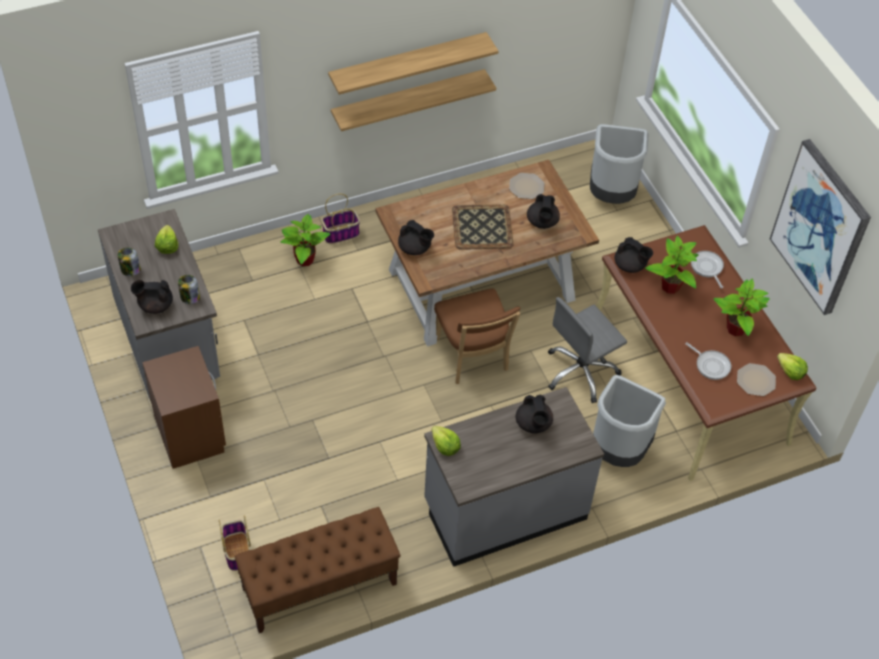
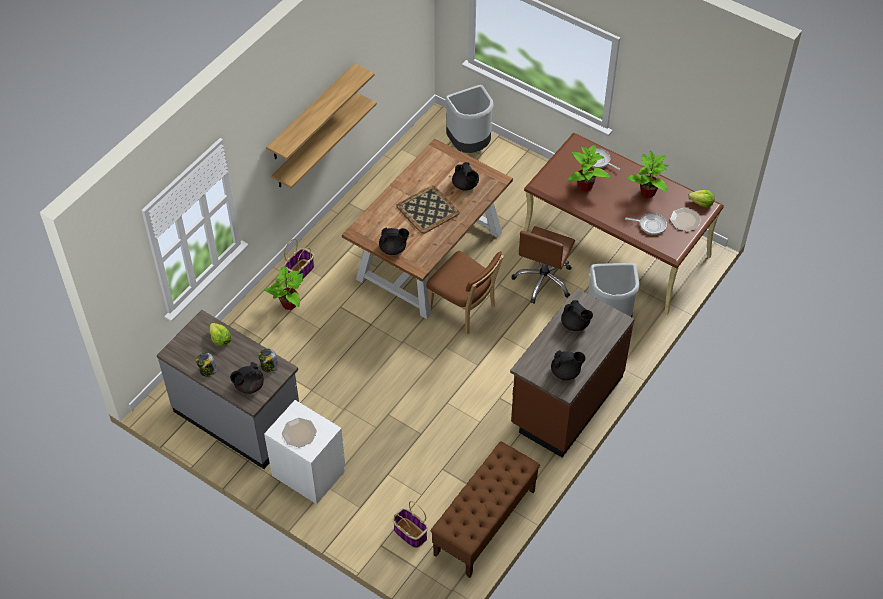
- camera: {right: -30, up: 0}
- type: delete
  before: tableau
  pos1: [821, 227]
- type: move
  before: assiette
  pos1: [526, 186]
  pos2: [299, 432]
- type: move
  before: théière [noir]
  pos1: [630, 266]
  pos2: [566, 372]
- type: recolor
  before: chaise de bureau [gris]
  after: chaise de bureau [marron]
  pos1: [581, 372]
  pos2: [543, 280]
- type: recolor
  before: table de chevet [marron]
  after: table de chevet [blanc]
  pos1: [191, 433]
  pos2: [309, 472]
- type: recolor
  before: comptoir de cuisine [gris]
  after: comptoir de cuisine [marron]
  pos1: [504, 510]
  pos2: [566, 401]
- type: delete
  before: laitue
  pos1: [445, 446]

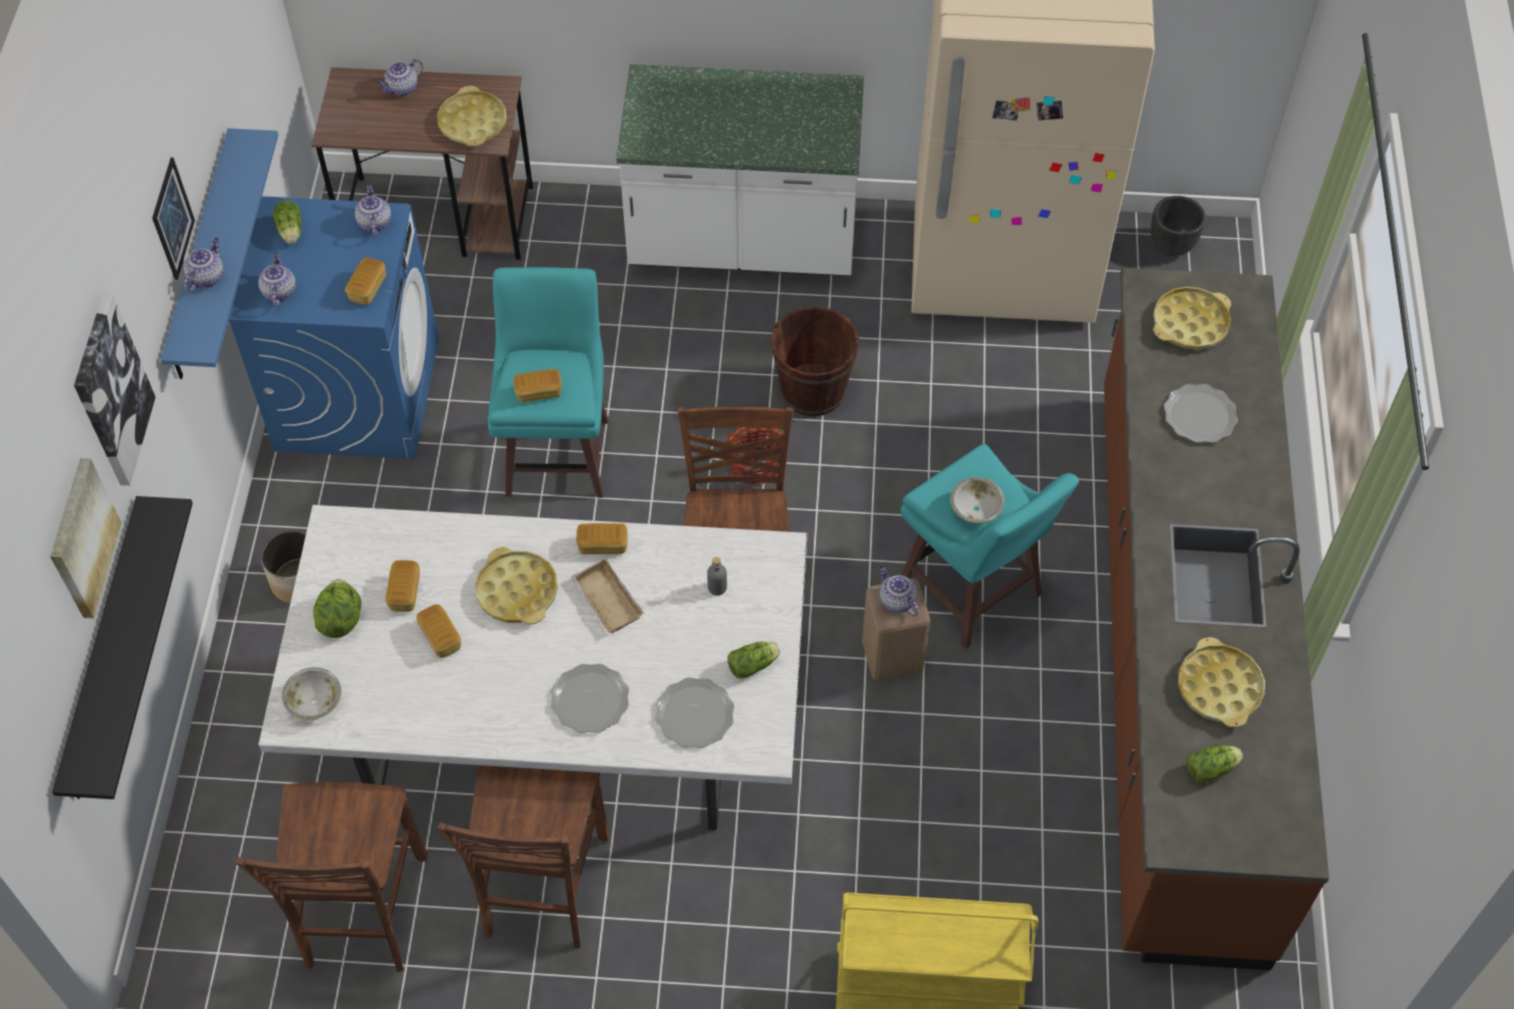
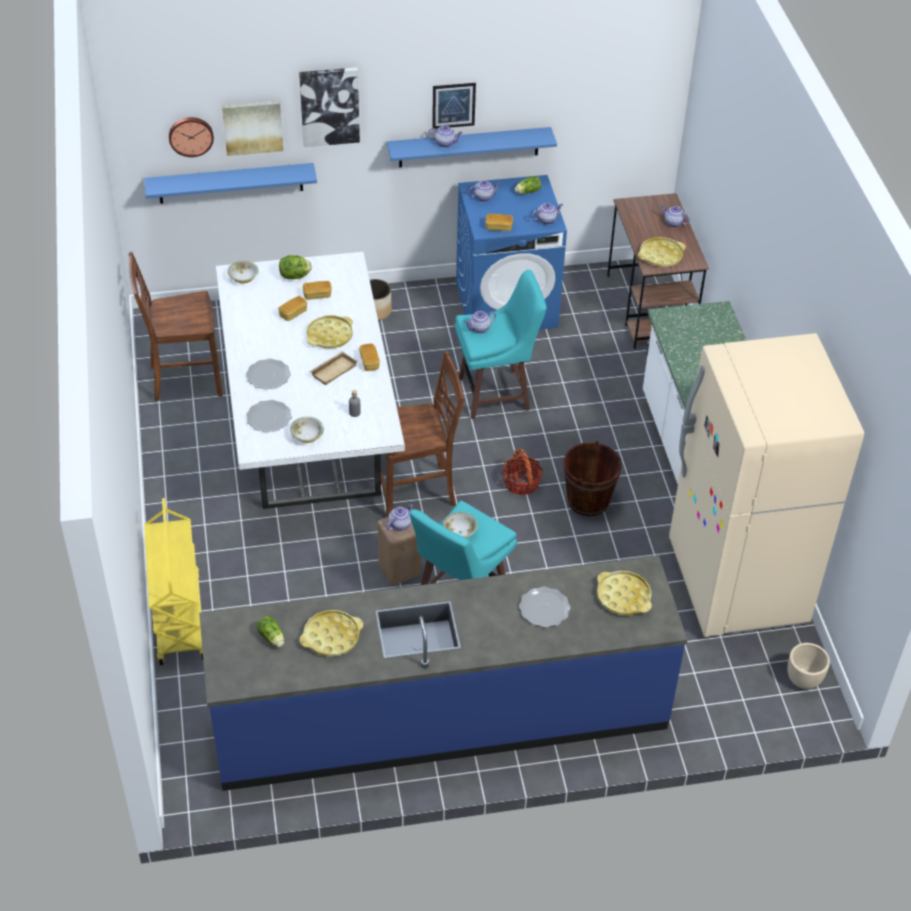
- camera: {right: 75, up: -10}
- type: recolor
  before: cache-pot [noir]
  after: cache-pot [beige]
  pos1: [1171, 245]
  pos2: [804, 680]
- type: recolor
  before: comptoir de cuisine [marron]
  after: comptoir de cuisine [bleu]
  pos1: [1174, 658]
  pos2: [440, 717]
- type: replace
  before: pain
  after: théière
  pos1: [539, 392]
  pos2: [479, 329]
- type: recolor
  before: étagère [noir]
  after: étagère [bleu]
  pos1: [104, 653]
  pos2: [230, 183]
- type: replace
  before: laitue
  after: bol
  pos1: [754, 664]
  pos2: [307, 436]
- type: delete
  before: chaise [marron]
  pos1: [542, 888]
- type: insert
  after: horloge murale
  pos2: [191, 135]

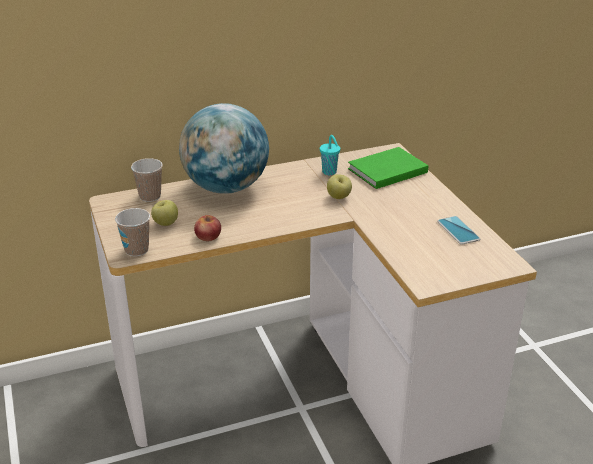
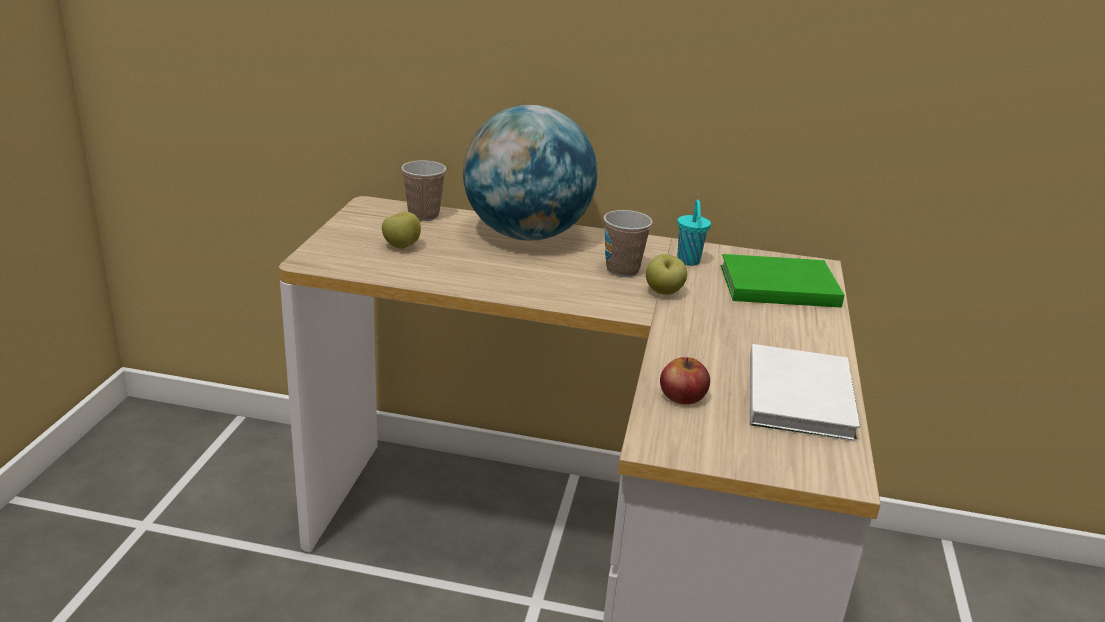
- camera: {right: 30, up: -5}
- type: move
  before: tasse
  pos1: [136, 250]
  pos2: [622, 270]
- type: move
  before: pomme
  pos1: [208, 236]
  pos2: [682, 396]
- type: replace
  before: téléphone
  after: livre [blanc]
  pos1: [458, 231]
  pos2: [801, 395]

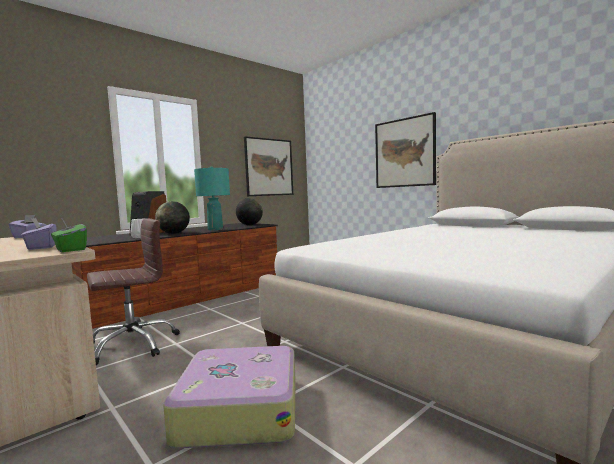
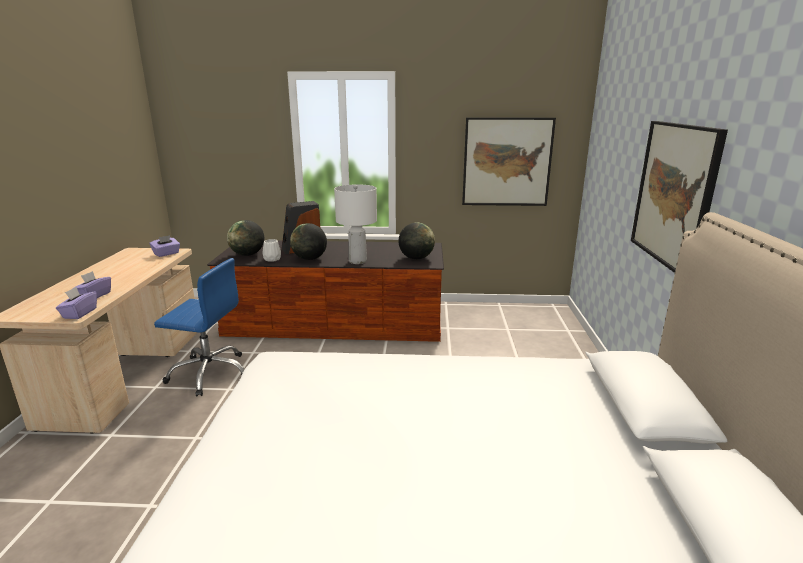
- camera: {right: 45, up: 15}
- type: recolor
  before: lampe de table [turquoise]
  after: lampe de table [blanc]
  pos1: [215, 229]
  pos2: [358, 261]
- type: recolor
  before: chaise de bureau [marron]
  after: chaise de bureau [bleu]
  pos1: [132, 345]
  pos2: [210, 373]
- type: recolor
  before: boîte à mouchoirs [vert]
  after: boîte à mouchoirs [violet]
  pos1: [70, 250]
  pos2: [79, 313]
- type: delete
  before: valise
  pos1: [239, 409]
- type: insert
  after: globe
  pos2: [247, 255]

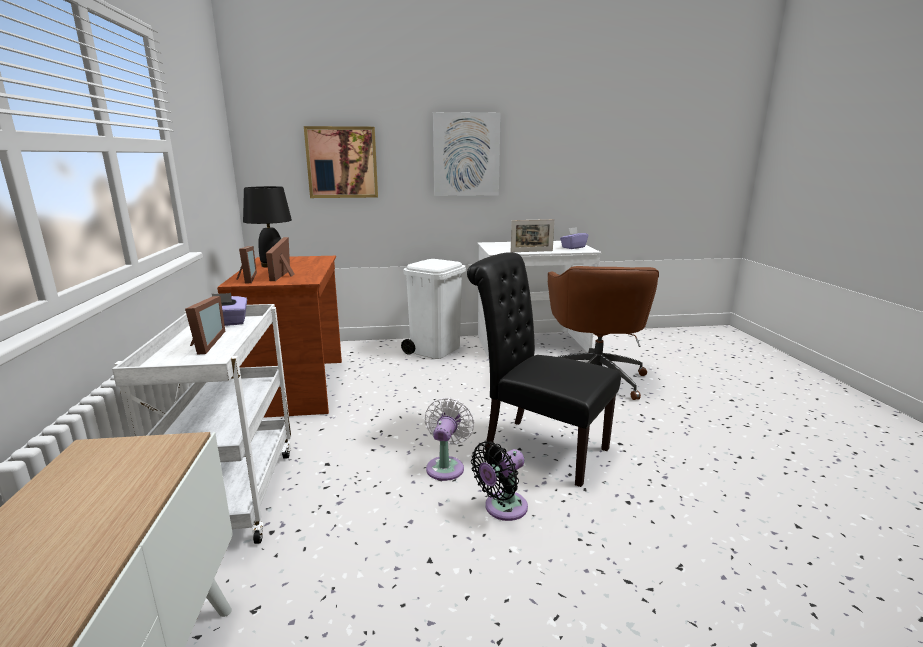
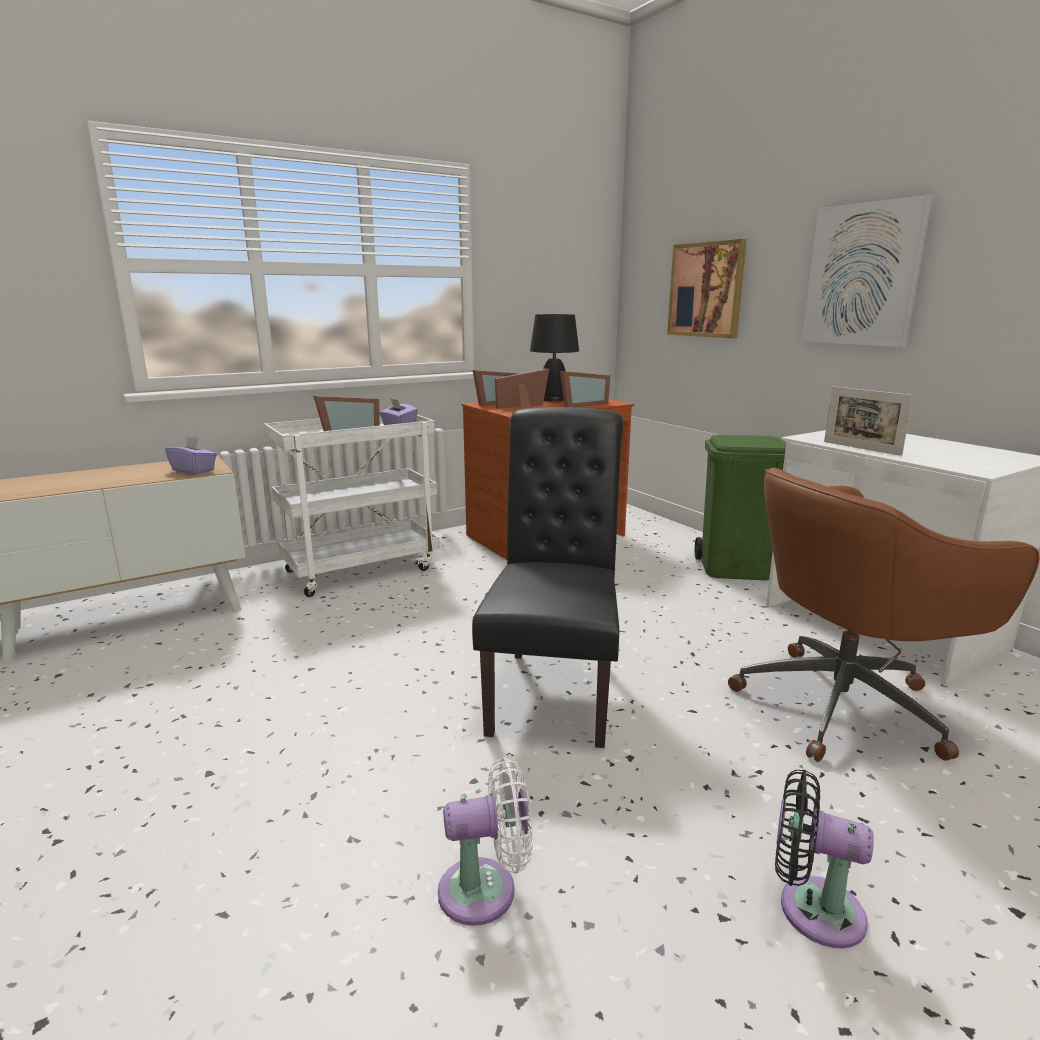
- camera: {right: 65, up: 0}
- type: move
  before: boîte à mouchoirs [violet]
  pos1: [573, 247]
  pos2: [194, 470]
- type: recolor
  before: poubelle [blanc]
  after: poubelle [vert]
  pos1: [435, 350]
  pos2: [736, 569]
- type: move
  before: ventilateur [blanc]
  pos1: [446, 466]
  pos2: [486, 890]
- type: move
  before: ventilateur [noir]
  pos1: [502, 508]
  pos2: [811, 908]
- type: insert
  after: cadre photo
  pos2: [581, 405]

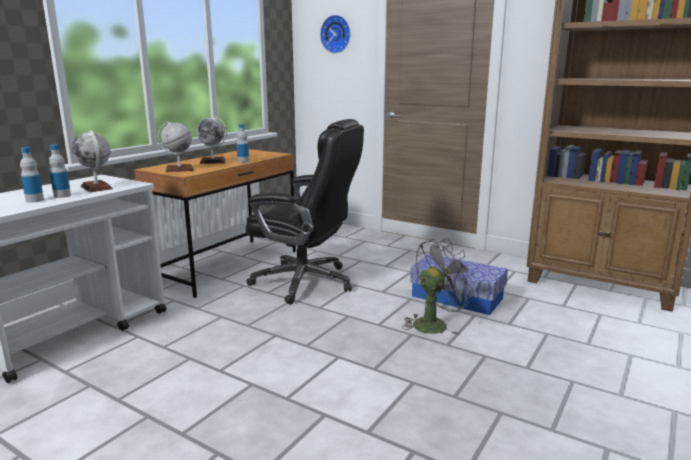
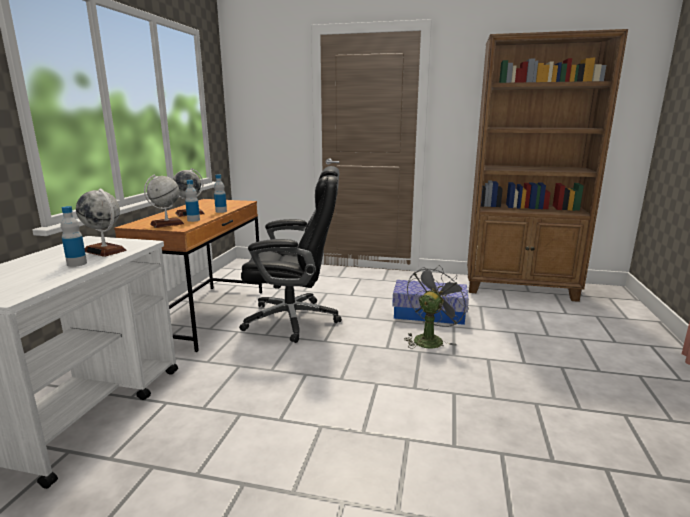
- camera: {right: -20, up: 0}
- type: delete
  before: horloge murale
  pos1: [336, 34]
- type: move
  before: bouteille
  pos1: [35, 200]
  pos2: [193, 220]

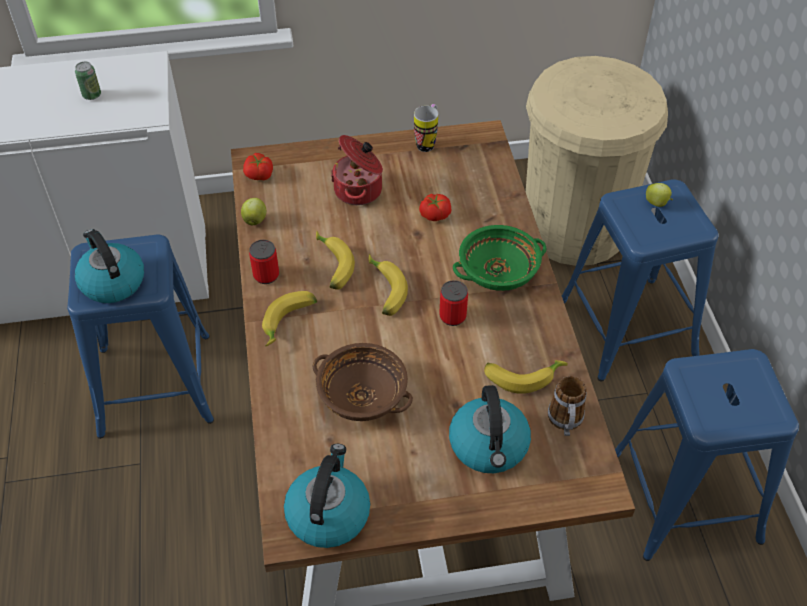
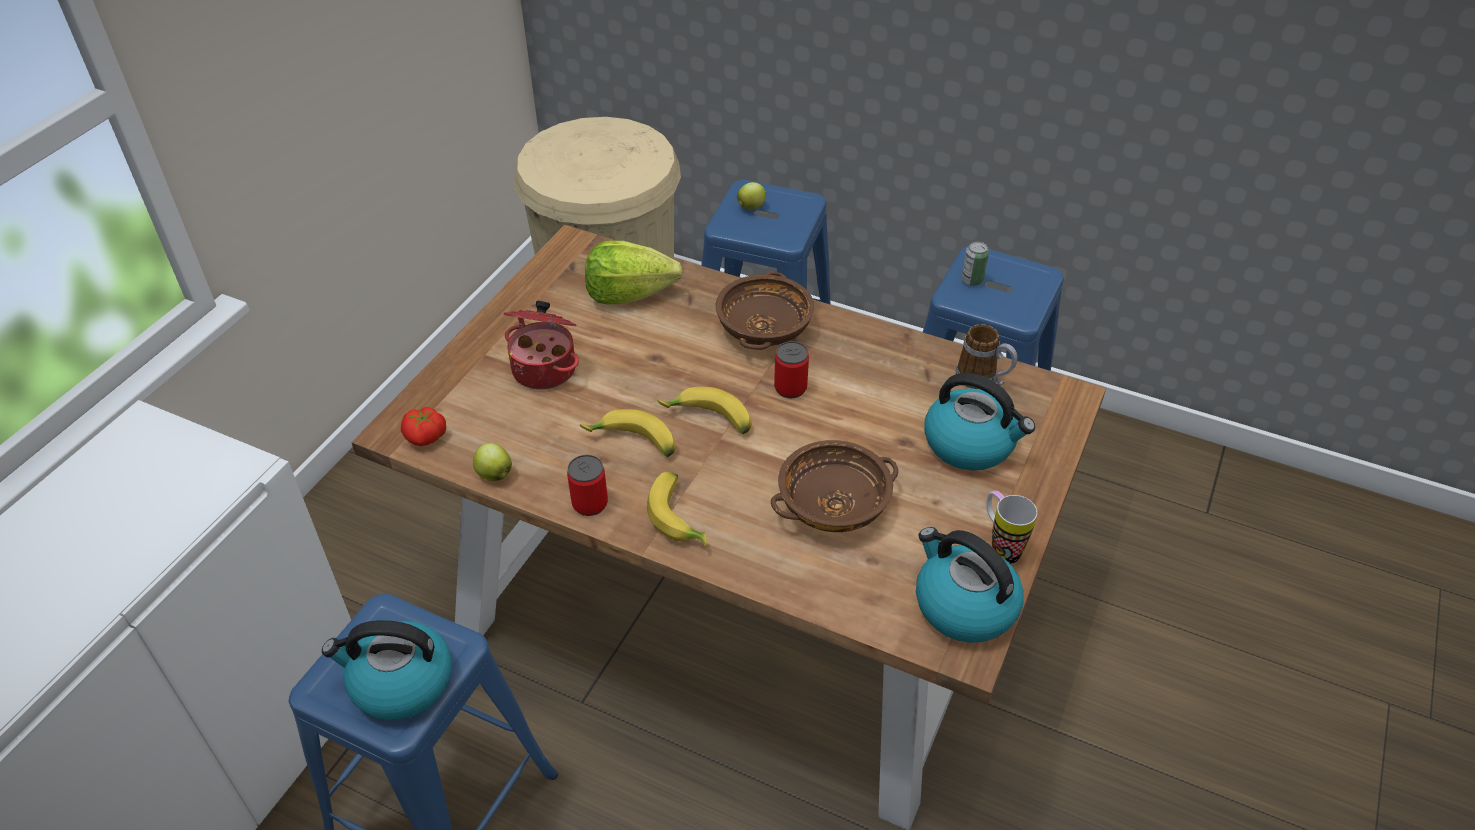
- camera: {right: -55, up: -5}
- type: move
  before: boîte métallique
  pos1: [92, 95]
  pos2: [972, 280]
- type: move
  before: mug
  pos1: [427, 142]
  pos2: [999, 546]
- type: delete
  before: tomate
  pos1: [434, 214]
- type: recolor
  before: bol [vert]
  after: bol [marron]
  pos1: [497, 272]
  pos2: [764, 329]
- type: delete
  before: banane
  pos1: [522, 376]
- type: insert
  after: laitue
  pos2: [629, 294]

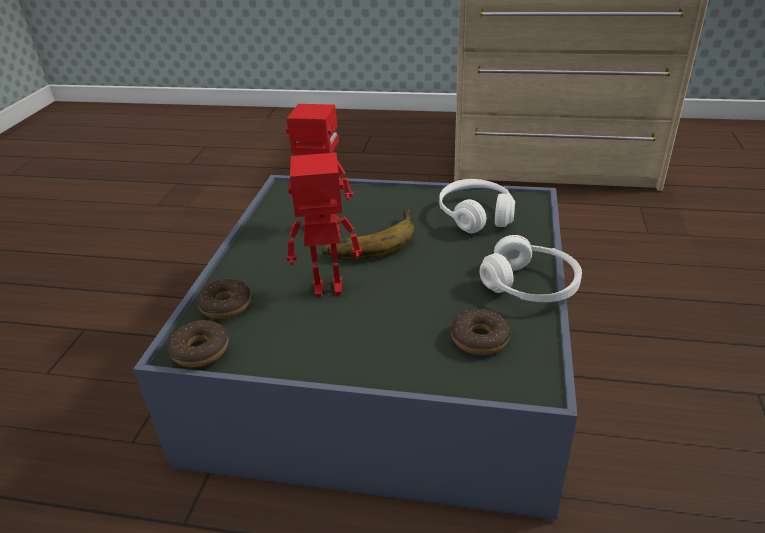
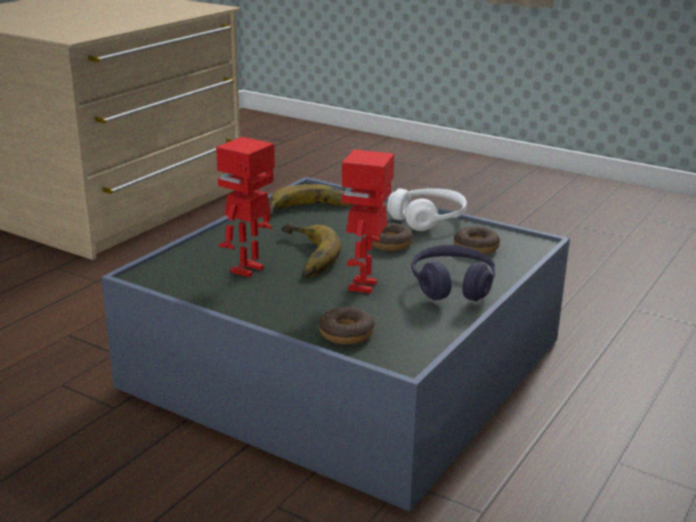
- camera: {right: -70, up: -10}
- type: replace
  before: casque audio [blanc]
  after: banane
  pos1: [476, 215]
  pos2: [310, 212]
- type: move
  before: beignet
  pos1: [200, 350]
  pos2: [390, 244]
- type: insert
  after: casque audio [violet]
  pos2: [452, 285]

